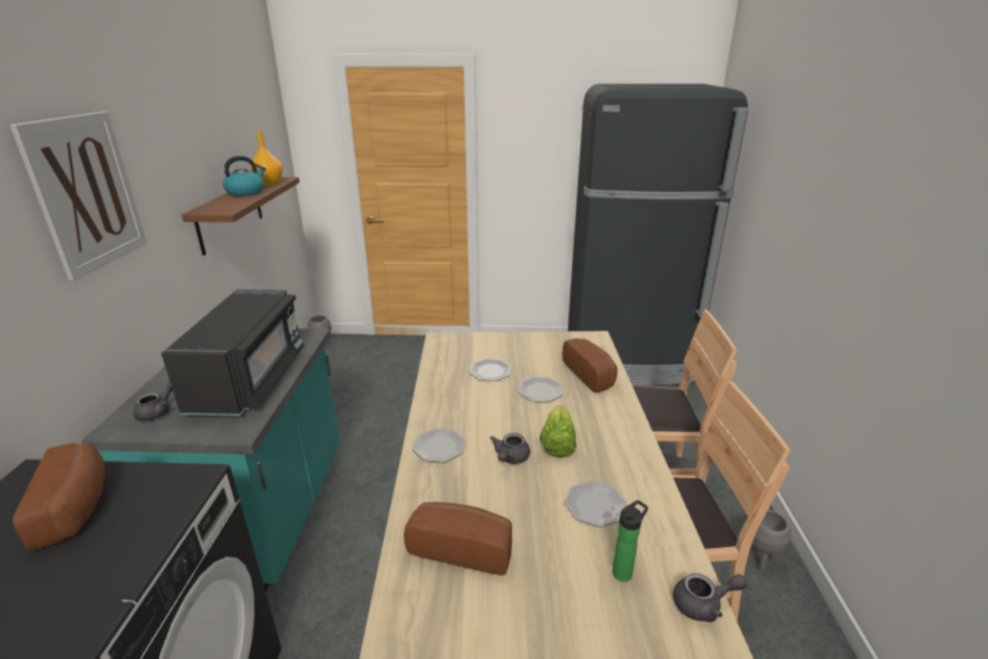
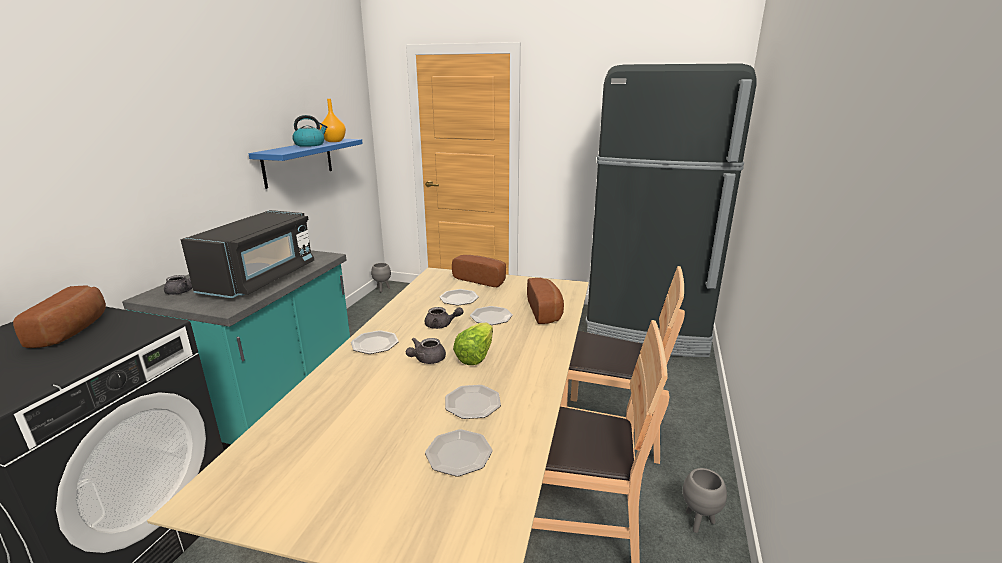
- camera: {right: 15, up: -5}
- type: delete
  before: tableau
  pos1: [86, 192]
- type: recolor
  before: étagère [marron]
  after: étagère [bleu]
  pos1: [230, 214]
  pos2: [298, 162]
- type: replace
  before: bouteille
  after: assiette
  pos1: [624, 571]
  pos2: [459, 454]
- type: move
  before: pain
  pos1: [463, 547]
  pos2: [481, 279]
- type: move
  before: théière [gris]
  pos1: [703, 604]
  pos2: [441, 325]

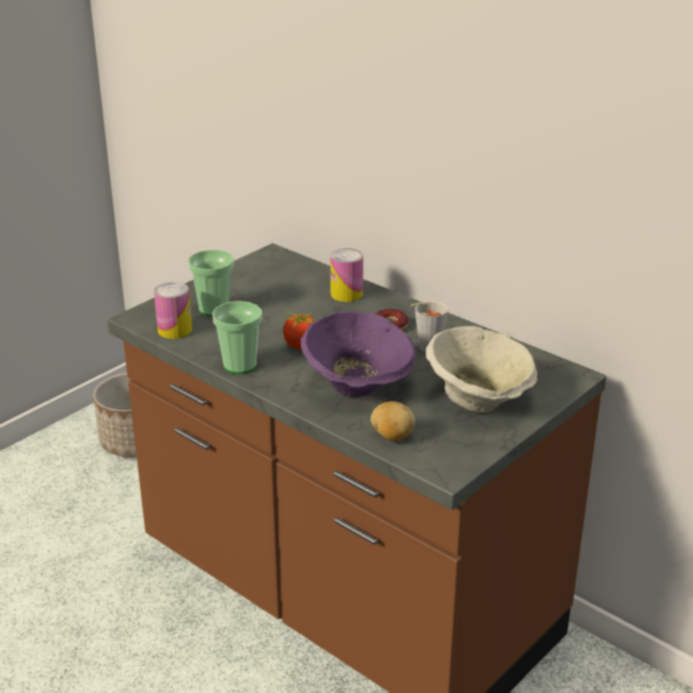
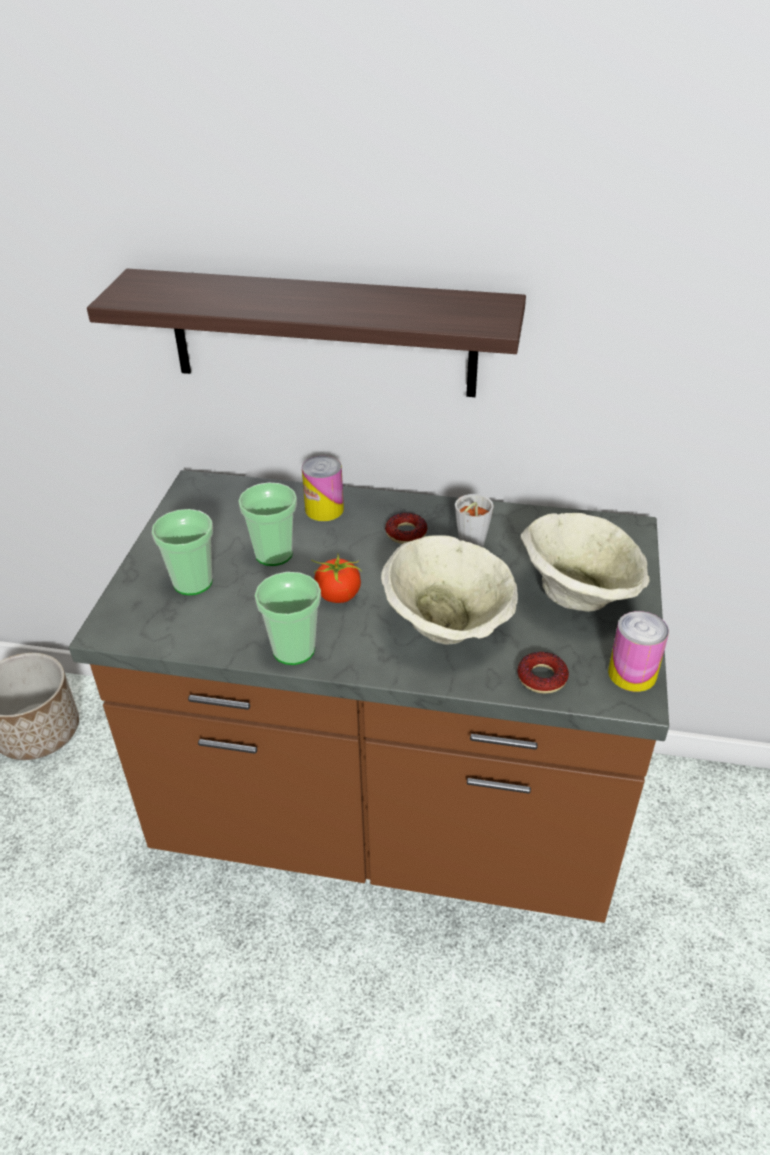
- camera: {right: -30, up: 10}
- type: move
  before: boîte métallique
  pos1: [175, 330]
  pos2: [632, 674]
- type: recolor
  before: bol [violet]
  after: bol [beige]
  pos1: [358, 386]
  pos2: [448, 626]
- type: replace
  before: pomme de terre
  after: beignet
  pos1: [391, 436]
  pos2: [542, 677]
- type: insert
  after: étagère
  pos2: [322, 333]
- type: insert
  after: tasse
  pos2: [274, 554]

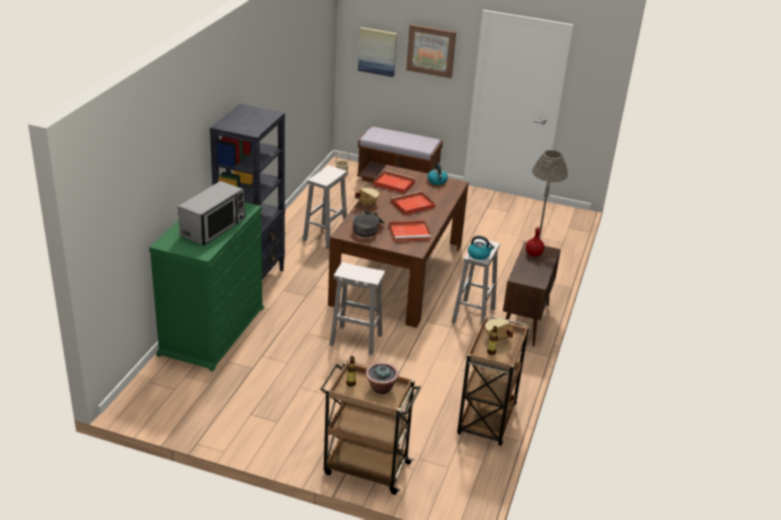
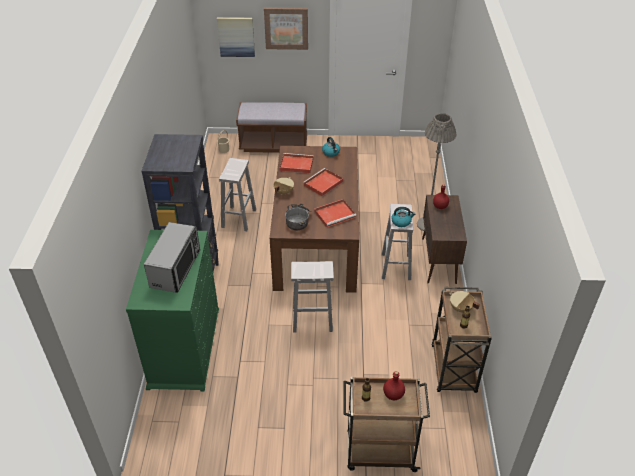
- camera: {right: -15, up: 10}
- type: replace
  before: plante en pot
  after: bouteille [rouge]
  pos1: [381, 388]
  pos2: [393, 395]

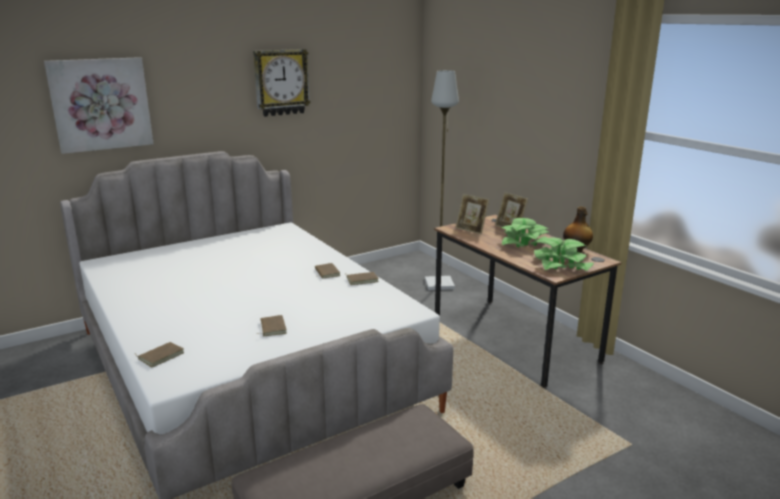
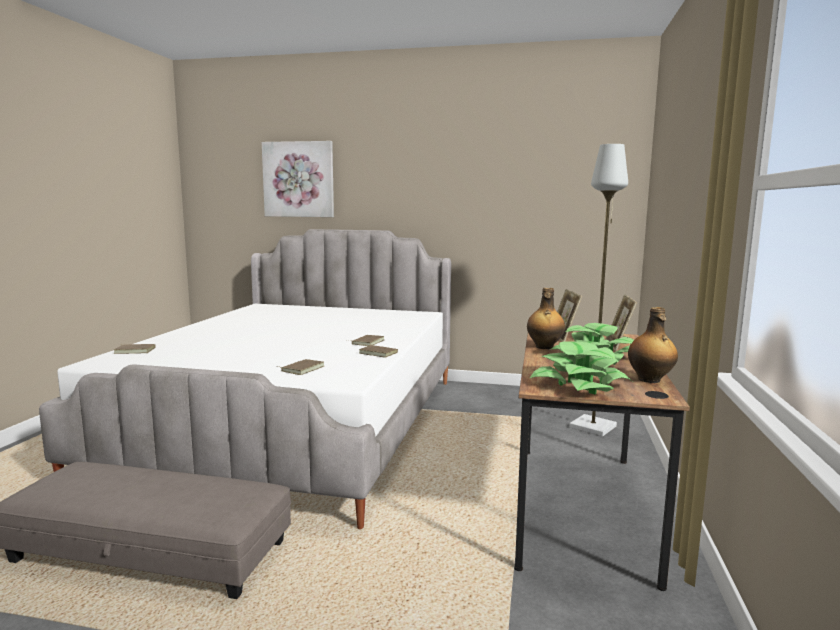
- camera: {right: 45, up: -10}
- type: delete
  before: horloge murale
  pos1: [281, 82]
- type: move
  before: livre [marron]
  pos1: [272, 328]
  pos2: [302, 369]
- type: insert
  after: bouteille
  pos2: [544, 347]

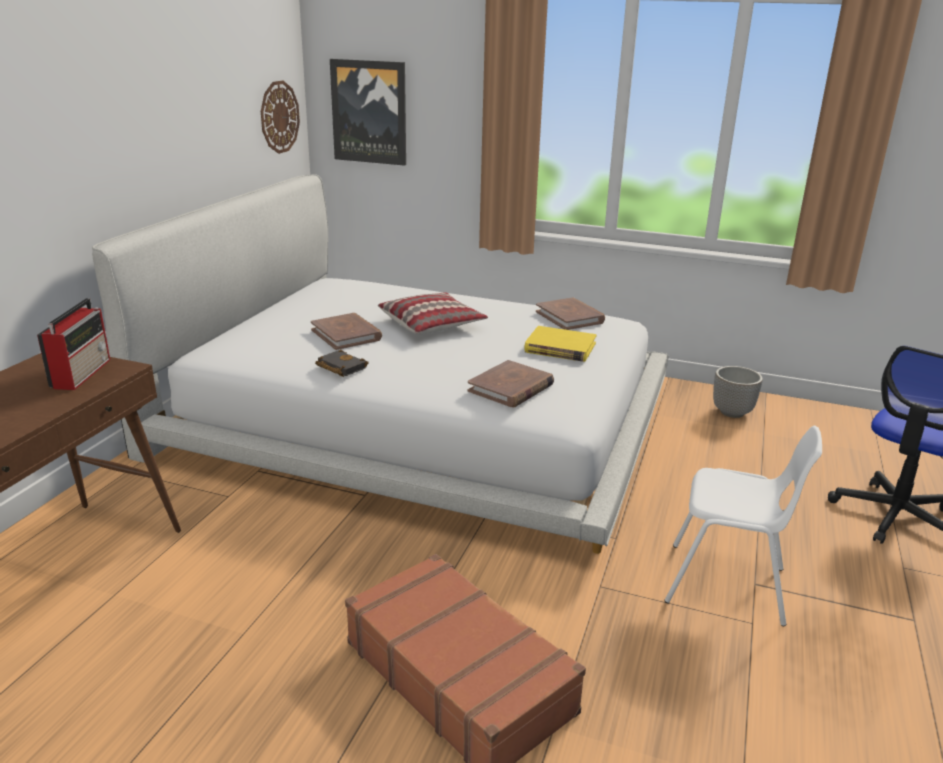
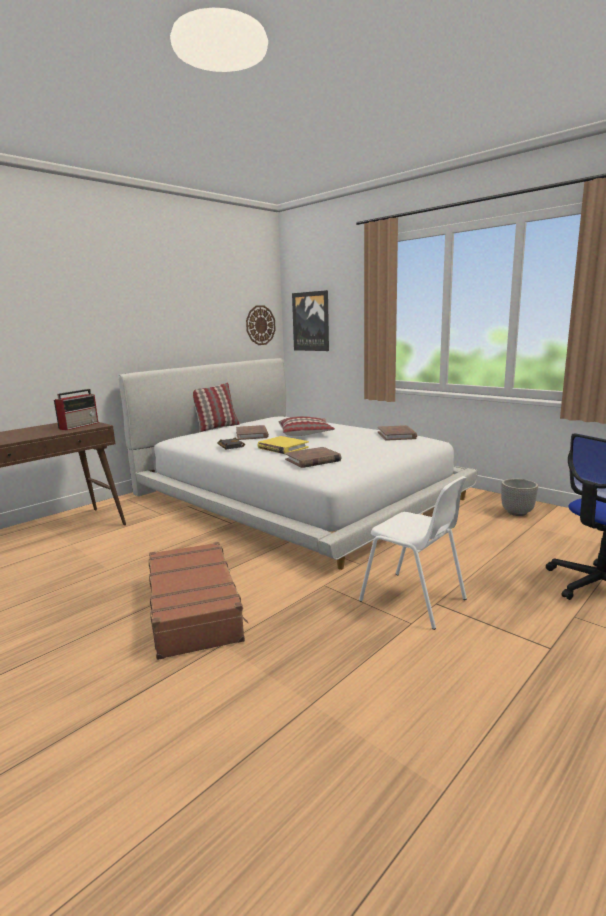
- camera: {right: 25, up: -10}
- type: move
  before: livre [jaune]
  pos1: [560, 348]
  pos2: [282, 448]
- type: insert
  after: coussin
  pos2: [216, 427]

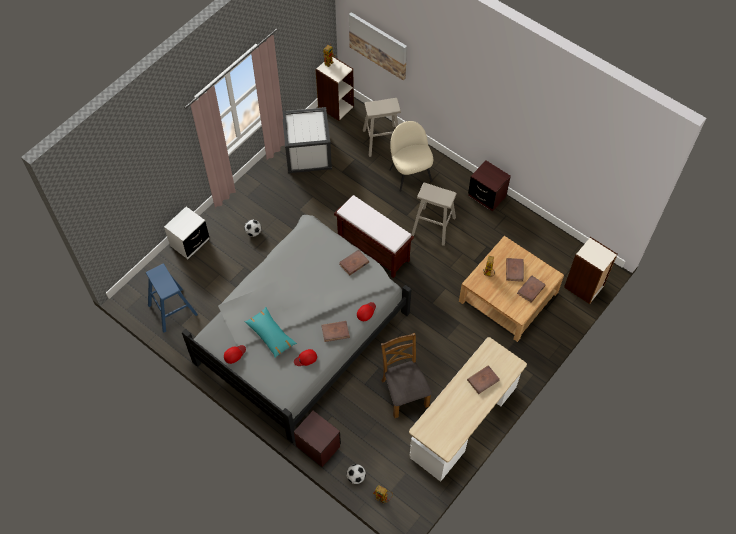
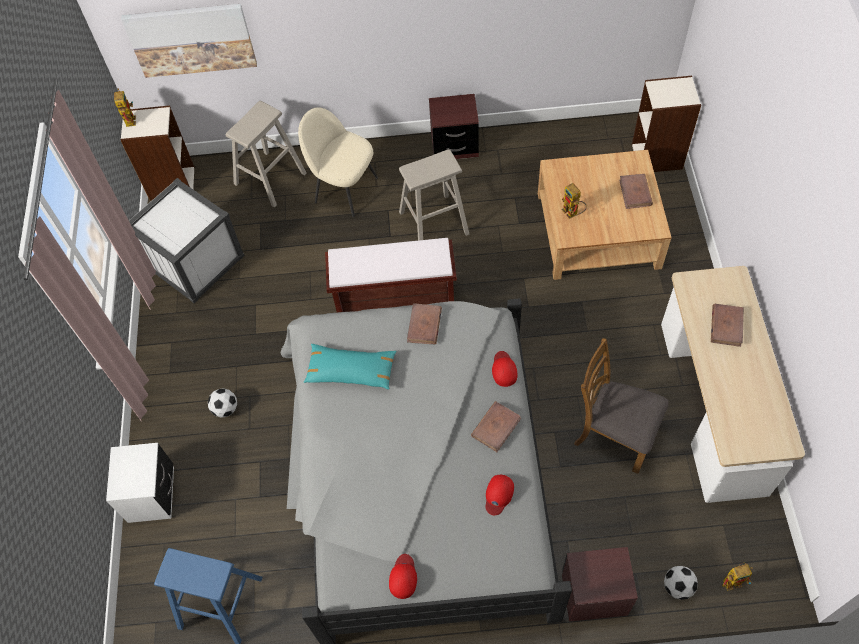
- camera: {right: -40, up: 0}
- type: delete
  before: livre [marron]
  pos1: [514, 270]
- type: move
  before: coussin [turquoise]
  pos1: [270, 335]
  pos2: [351, 371]

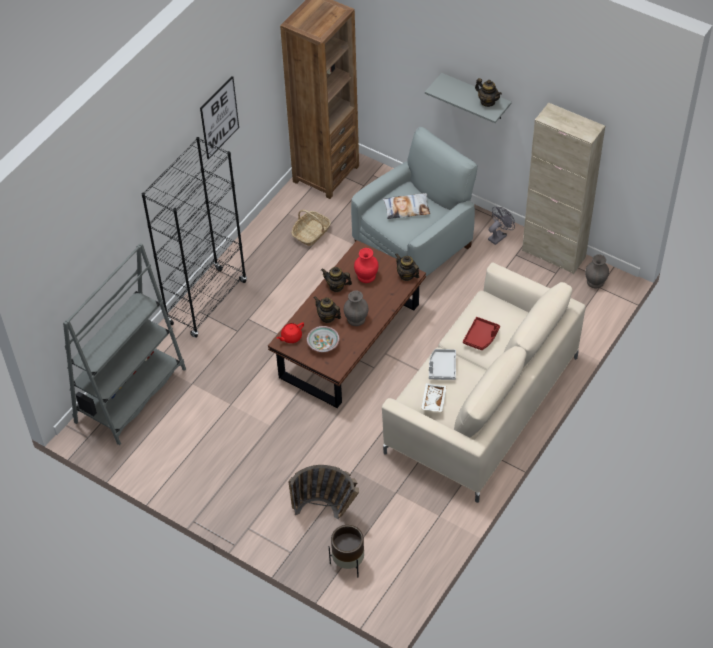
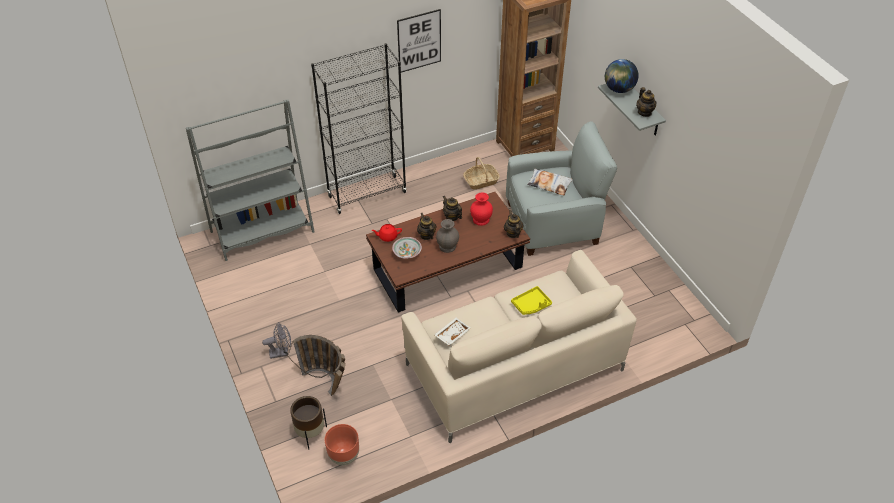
- camera: {right: 30, up: -5}
- type: delete
  before: meuble de rangement [beige]
  pos1: [553, 254]
- type: move
  before: ventilateur [gris]
  pos1: [499, 236]
  pos2: [281, 352]
- type: delete
  before: vase [gris]
  pos1: [596, 281]
- type: recolor
  before: plateau [rouge]
  after: plateau [jaune]
  pos1: [481, 337]
  pos2: [531, 305]
- type: delete
  before: plateau [gris]
  pos1: [442, 368]
- type: insert
  after: globe
  pos2: [619, 89]
- type: insert
  after: cache-pot [marron]
  pos2: [343, 456]

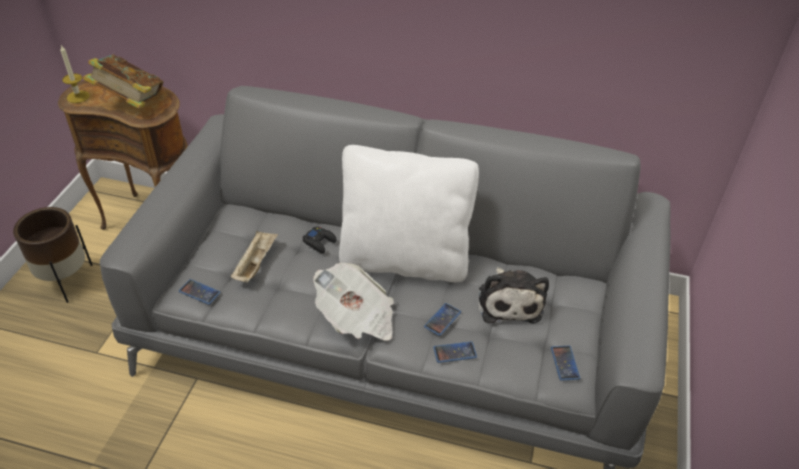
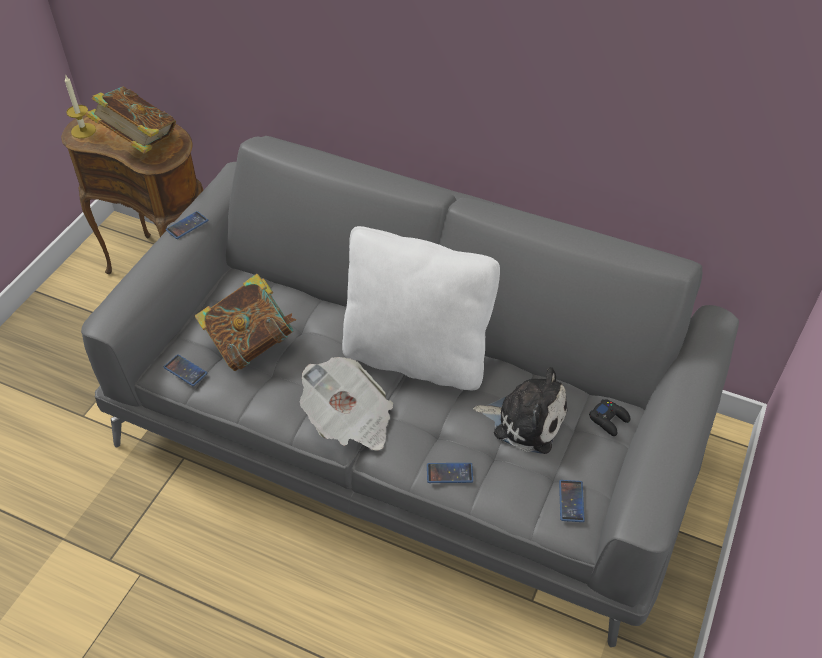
- camera: {right: 10, up: 5}
- type: delete
  before: cache-pot [marron]
  pos1: [65, 280]
- type: move
  before: manette [noir]
  pos1: [320, 242]
  pos2: [609, 420]
- type: replace
  before: plateau [beige]
  after: livre
  pos1: [255, 263]
  pos2: [251, 343]
- type: rotate
  before: peluche
  pos1: [509, 301]
  pos2: [525, 420]
  turn: -75
- type: move
  before: téléphone
  pos1: [442, 319]
  pos2: [187, 225]

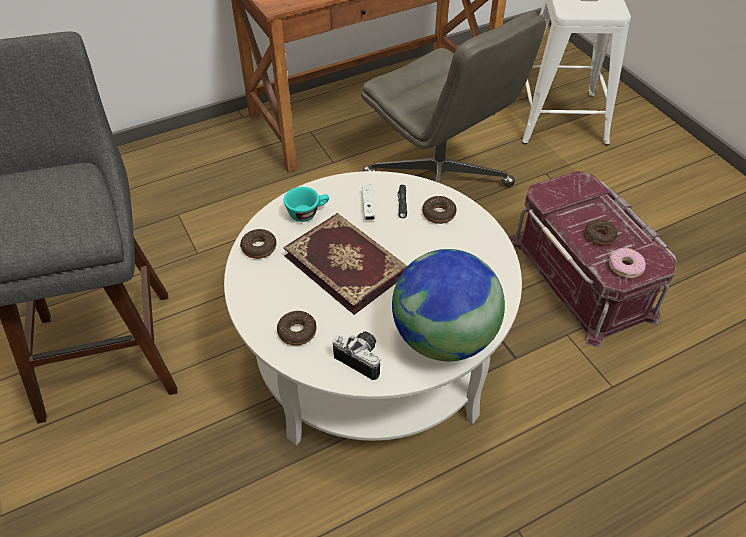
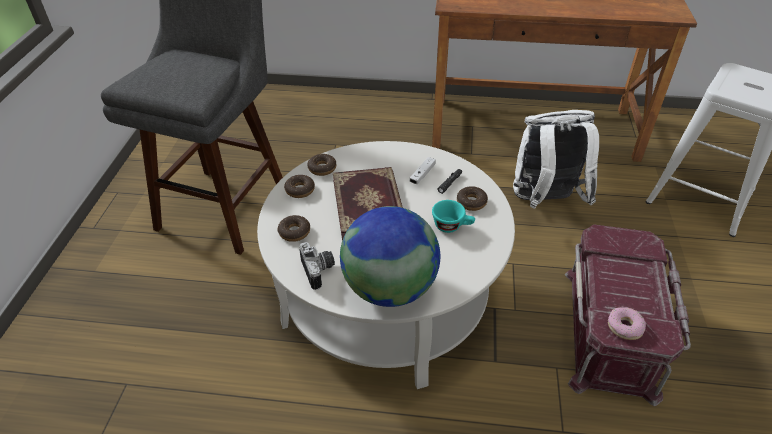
- camera: {right: 35, up: -5}
- type: replace
  before: chaise de bureau [gris]
  after: sac à dos [blanc]
  pos1: [439, 181]
  pos2: [545, 201]
- type: move
  before: tasse [turquoise]
  pos1: [307, 213]
  pos2: [452, 226]
- type: move
  before: beignet
  pos1: [599, 236]
  pos2: [300, 190]

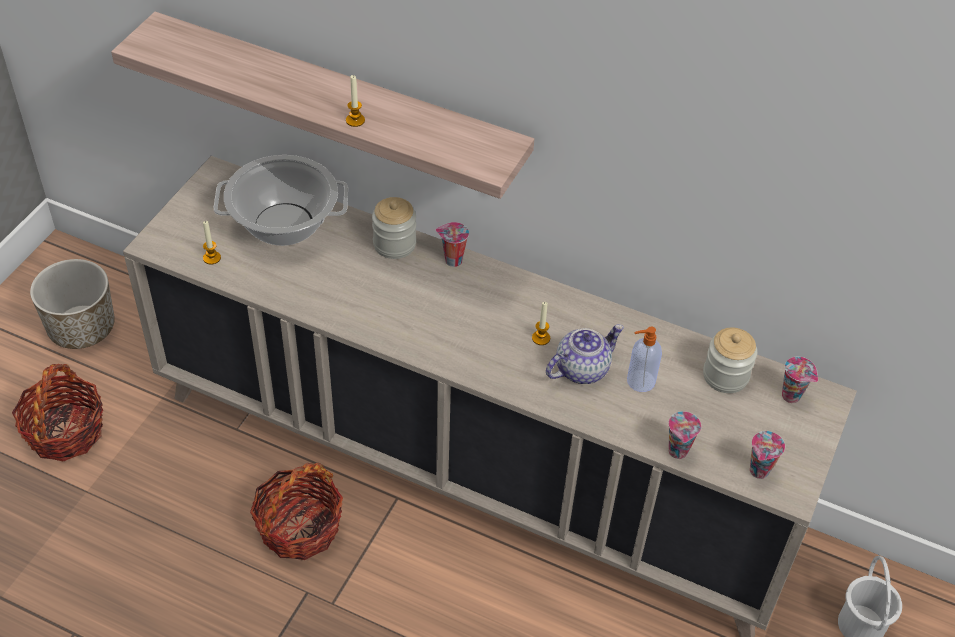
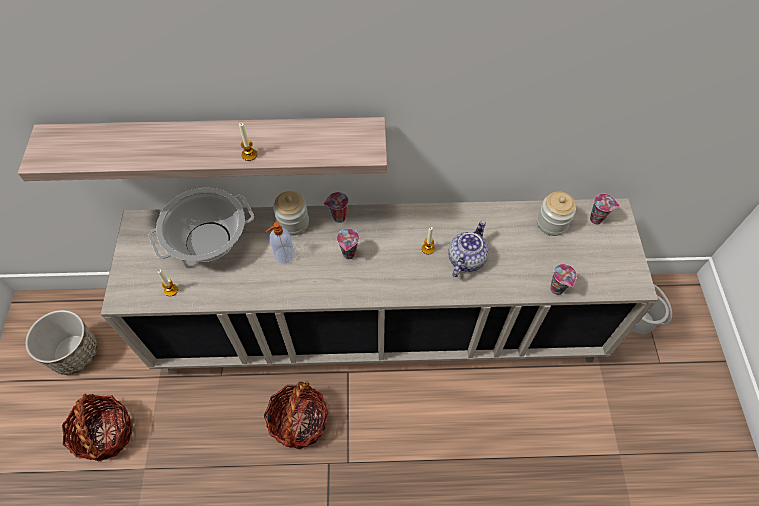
- camera: {right: -25, up: 10}
- type: move
  before: distributeur de savon
  pos1: [639, 381]
  pos2: [283, 255]
- type: move
  before: tasse
  pos1: [759, 472]
  pos2: [349, 254]

